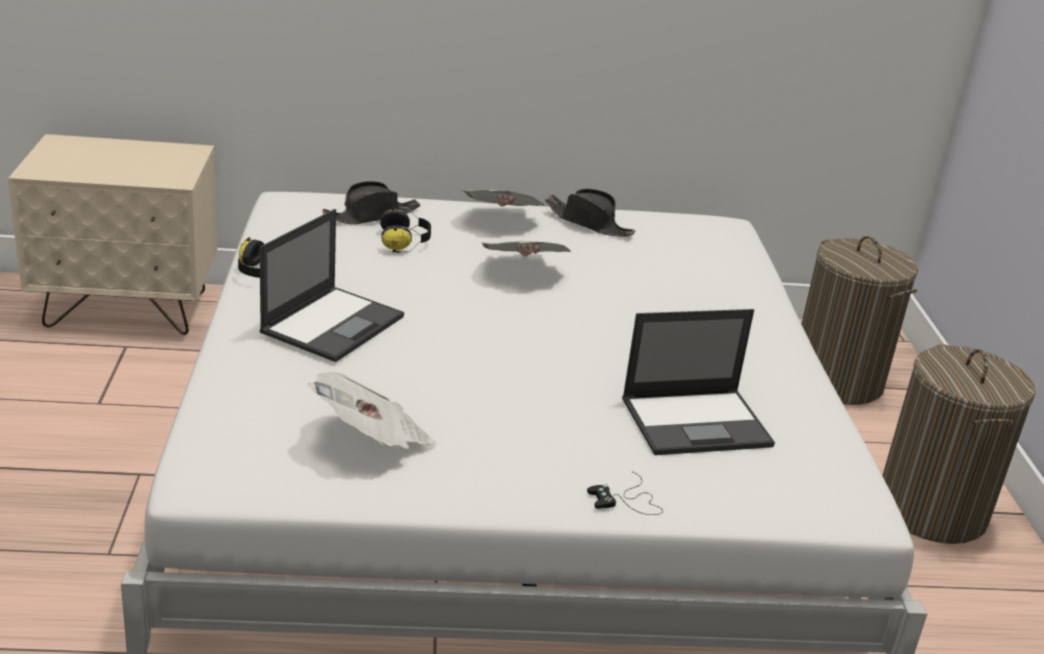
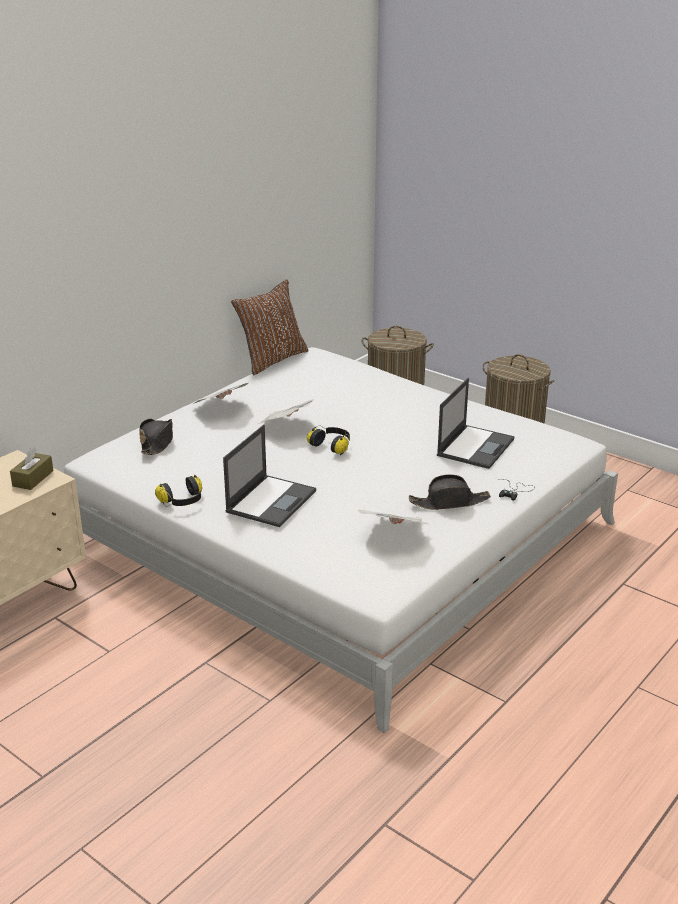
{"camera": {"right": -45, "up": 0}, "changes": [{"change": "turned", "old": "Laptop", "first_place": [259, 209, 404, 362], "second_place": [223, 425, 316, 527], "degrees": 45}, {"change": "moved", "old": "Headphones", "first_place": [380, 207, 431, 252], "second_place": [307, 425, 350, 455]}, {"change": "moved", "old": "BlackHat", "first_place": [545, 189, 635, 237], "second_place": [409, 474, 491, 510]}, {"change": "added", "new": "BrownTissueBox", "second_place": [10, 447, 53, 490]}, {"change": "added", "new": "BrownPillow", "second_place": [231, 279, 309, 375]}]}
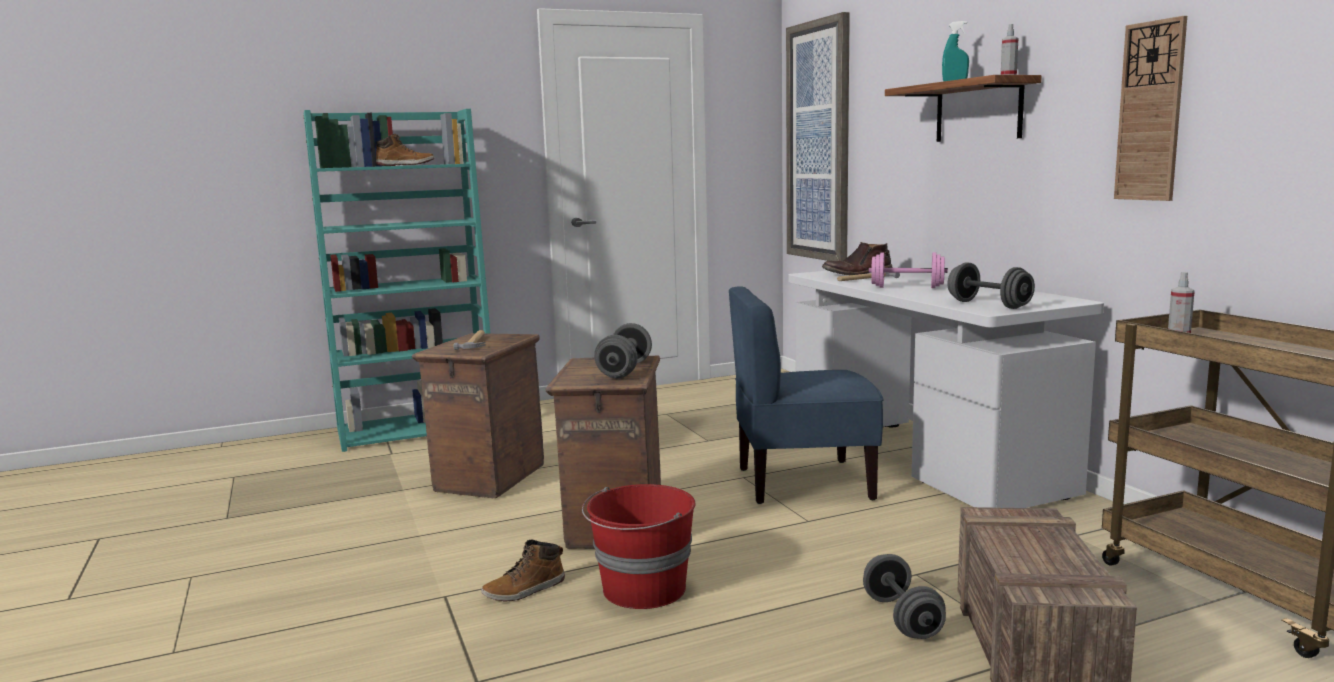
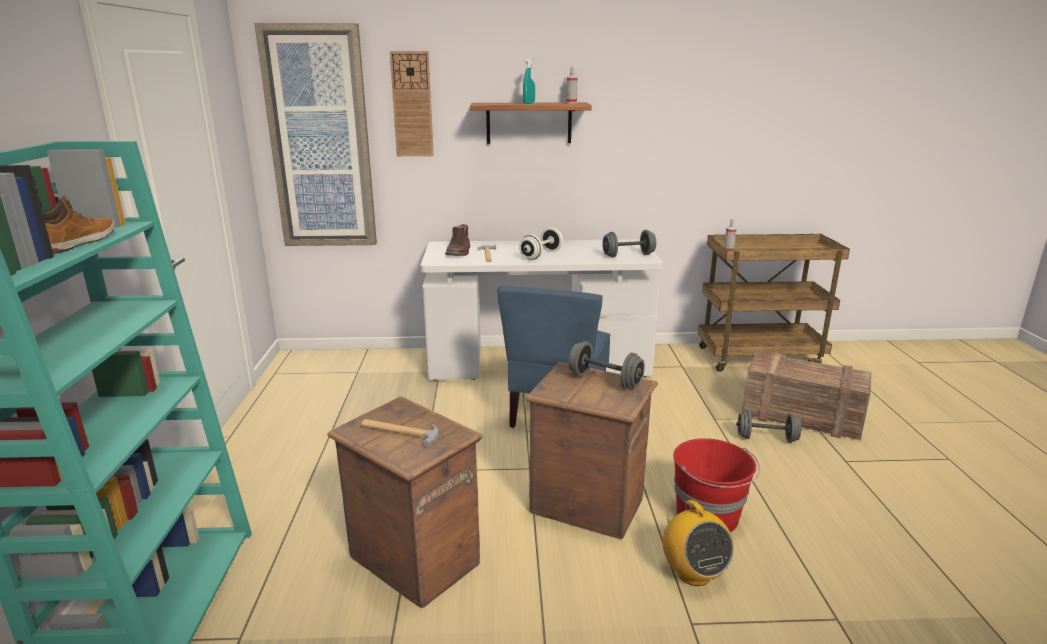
{"camera": {"right": -70, "up": 10}, "changes": [{"change": "replaced", "old": "Boot", "new": "Radio", "first_place": [481, 539, 565, 602], "second_place": [663, 500, 734, 586]}, {"change": "recoloured", "old": "PinkDumbbell", "new": "WhiteDumbbell", "first_place": [869, 253, 948, 288], "second_place": [519, 227, 563, 260]}, {"change": "moved", "old": "WallClock", "first_place": [1114, 16, 1187, 201], "second_place": [390, 51, 434, 156]}]}
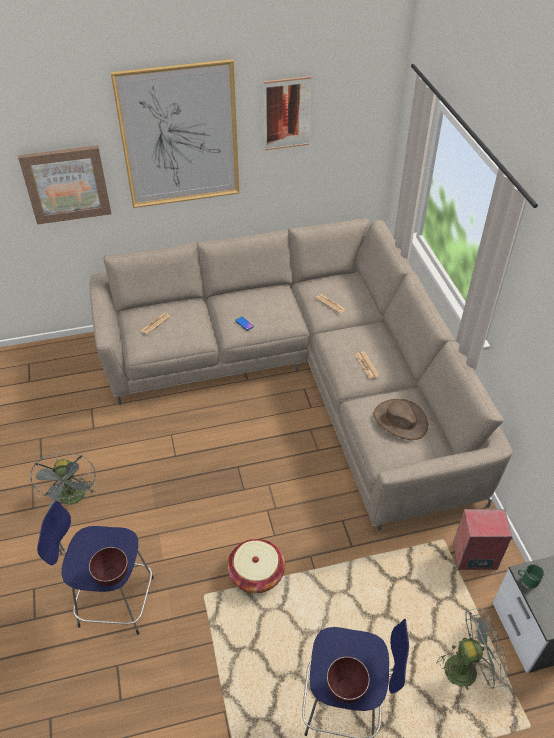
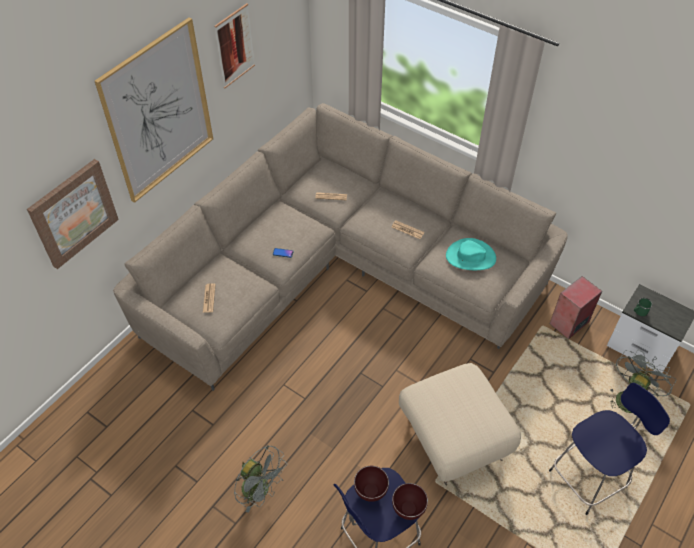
{"camera": {"right": -40, "up": 5}, "changes": [{"change": "replaced", "old": "Basket", "new": "BeigeOttoman", "first_place": [227, 539, 285, 593], "second_place": [399, 363, 521, 486]}, {"change": "moved", "old": "BrownBowl", "first_place": [327, 656, 370, 703], "second_place": [354, 466, 389, 502]}, {"change": "recoloured", "old": "BrownHat", "new": "TurquoiseHat", "first_place": [374, 399, 428, 440], "second_place": [446, 238, 496, 270]}]}
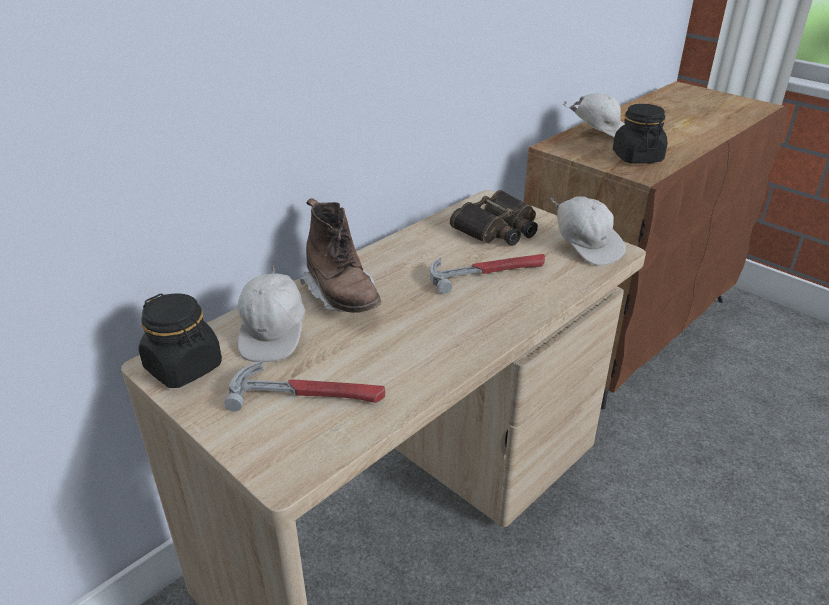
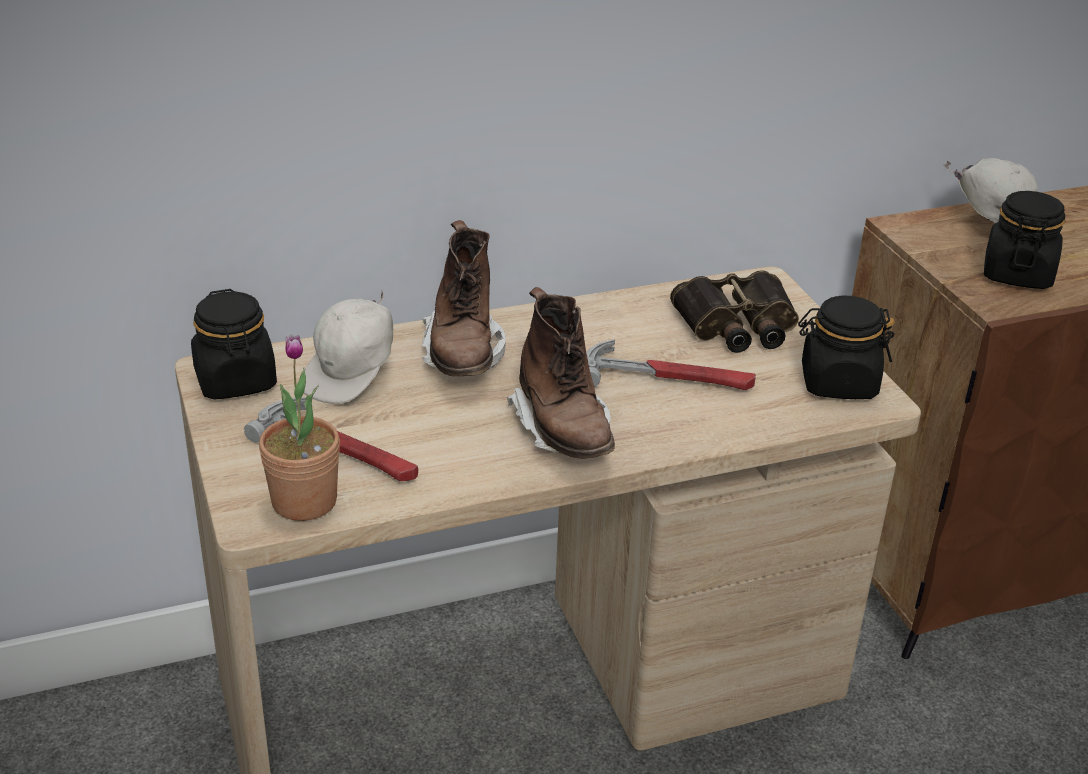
{"camera": {"right": 25, "up": 0}, "changes": [{"change": "replaced", "old": "WhiteCap", "new": "BlackJar", "first_place": [550, 195, 626, 266], "second_place": [798, 295, 895, 399]}, {"change": "added", "new": "PottedPlant", "second_place": [259, 335, 340, 521]}, {"change": "added", "new": "BrownBoot", "second_place": [507, 287, 615, 459]}]}
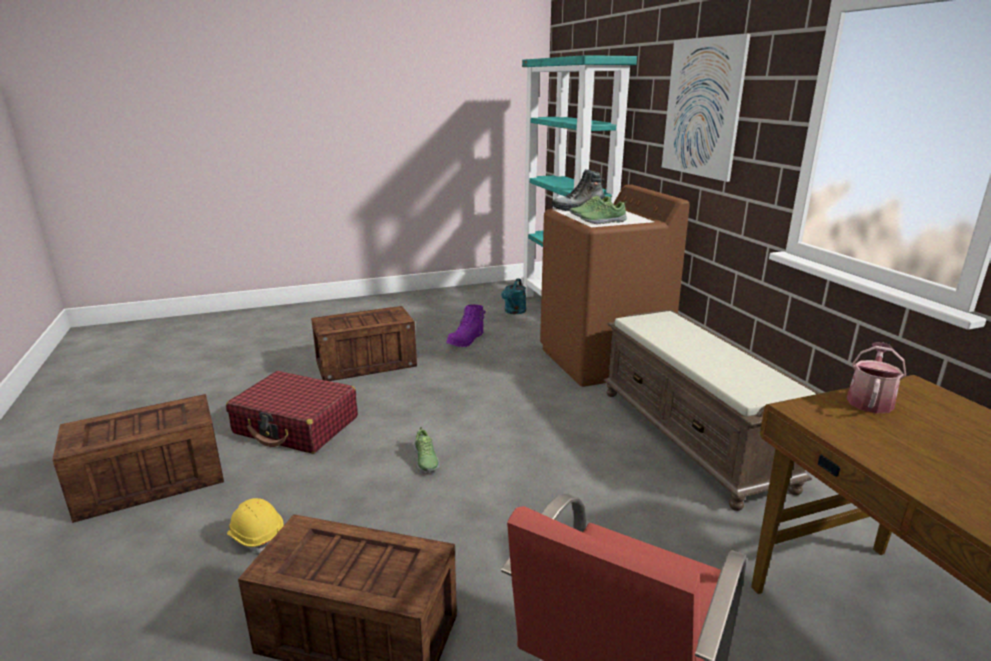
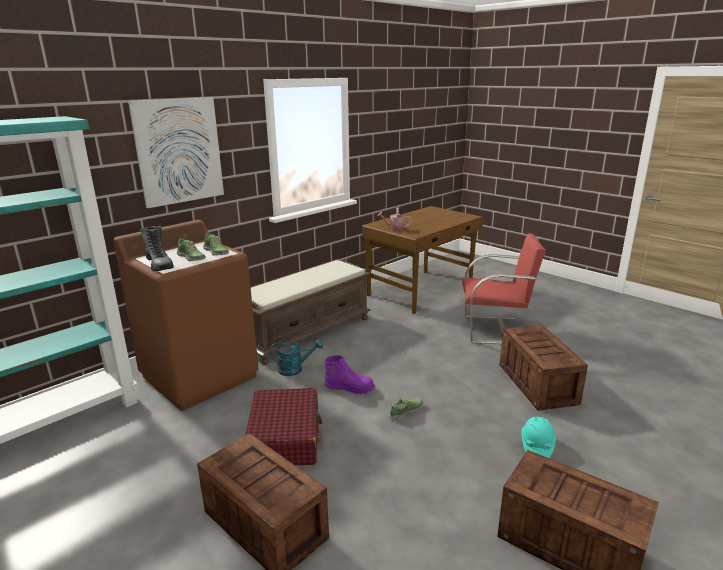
{"camera": {"right": -115, "up": 0}, "changes": [{"change": "moved", "old": "RedSuitcase", "first_place": [226, 371, 358, 454], "second_place": [245, 388, 322, 465]}, {"change": "recoloured", "old": "YellowHardHat", "new": "TurquoiseHardHat", "first_place": [227, 498, 284, 553], "second_place": [521, 417, 556, 458]}, {"change": "moved", "old": "PurpleBoot", "first_place": [446, 304, 486, 347], "second_place": [324, 355, 375, 395]}, {"change": "moved", "old": "TurquoiseWateringCan", "first_place": [501, 278, 526, 314], "second_place": [270, 339, 323, 376]}]}
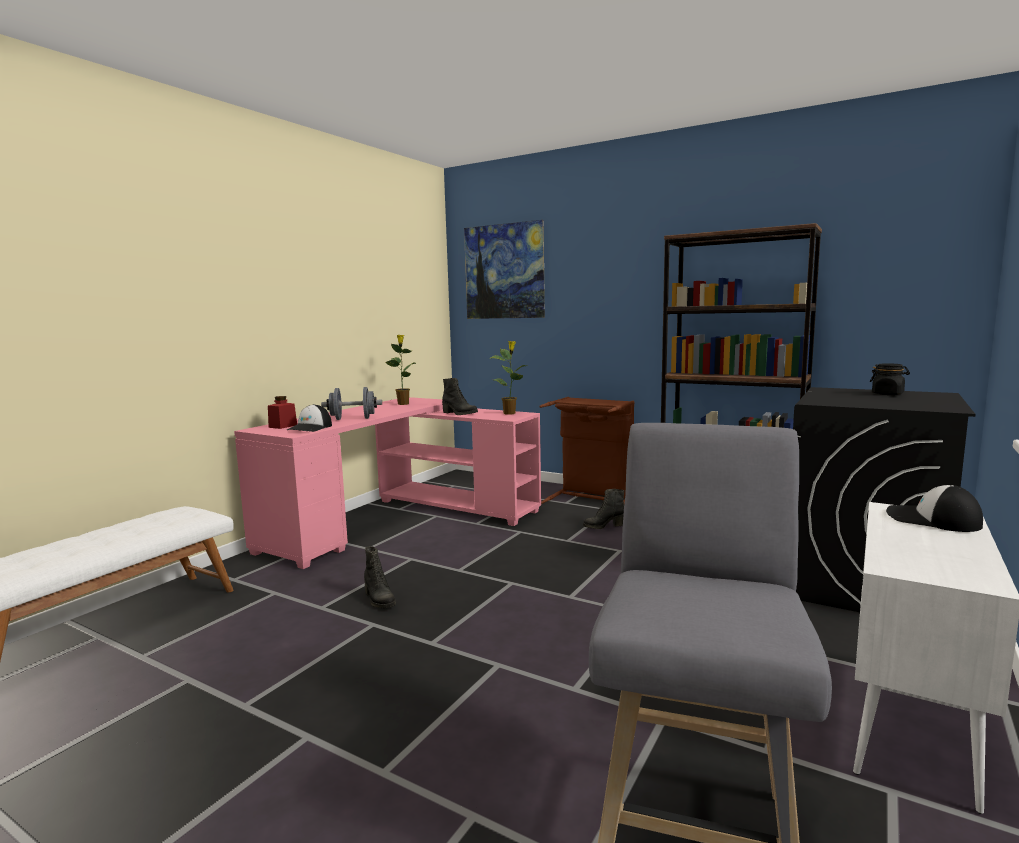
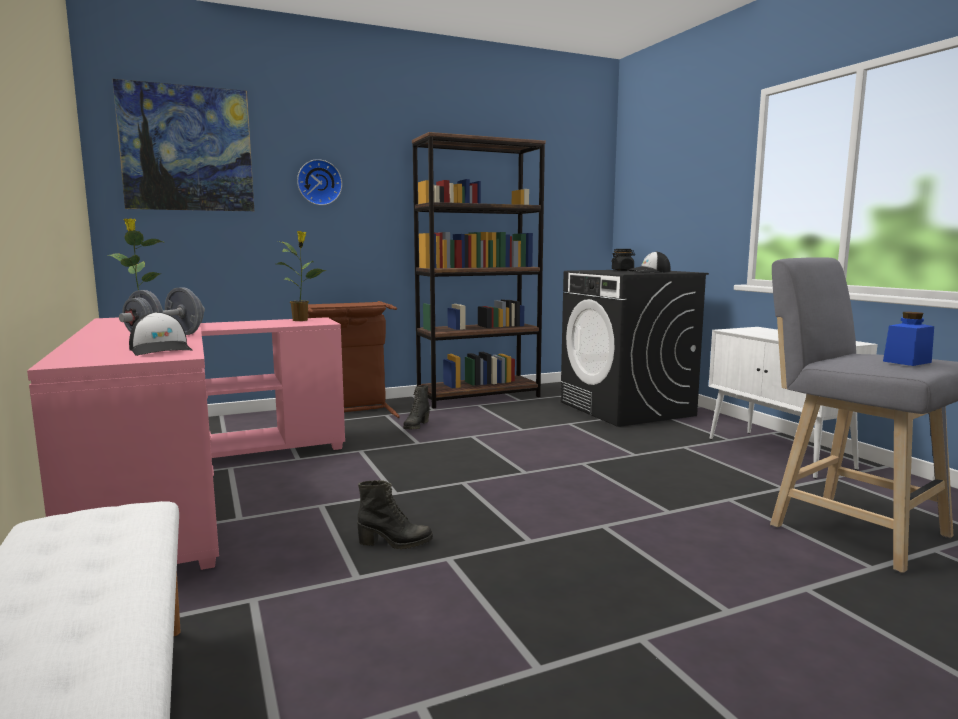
{"camera": {"right": -55, "up": 0}, "changes": [{"change": "removed", "old": "RedJar", "first_place": [268, 396, 297, 429]}, {"change": "removed", "old": "BlackBoot", "first_place": [442, 378, 478, 415]}, {"change": "moved", "old": "Cap", "first_place": [886, 485, 983, 532], "second_place": [628, 251, 671, 273]}, {"change": "added", "new": "WallClock", "second_place": [297, 159, 342, 205]}, {"change": "added", "new": "BlueJar", "second_place": [883, 312, 934, 366]}]}
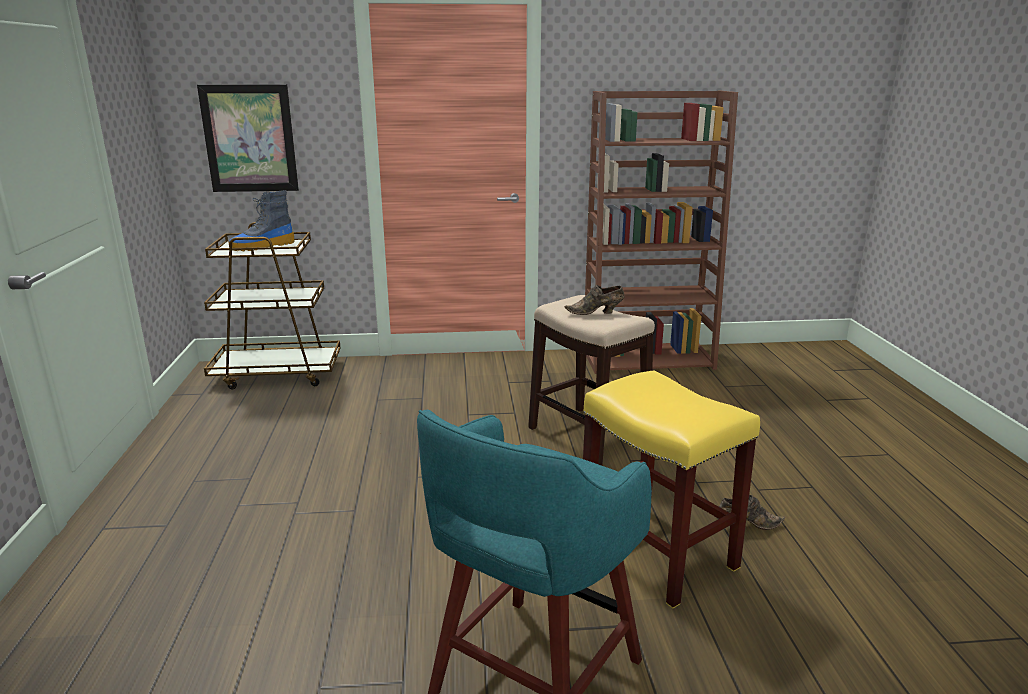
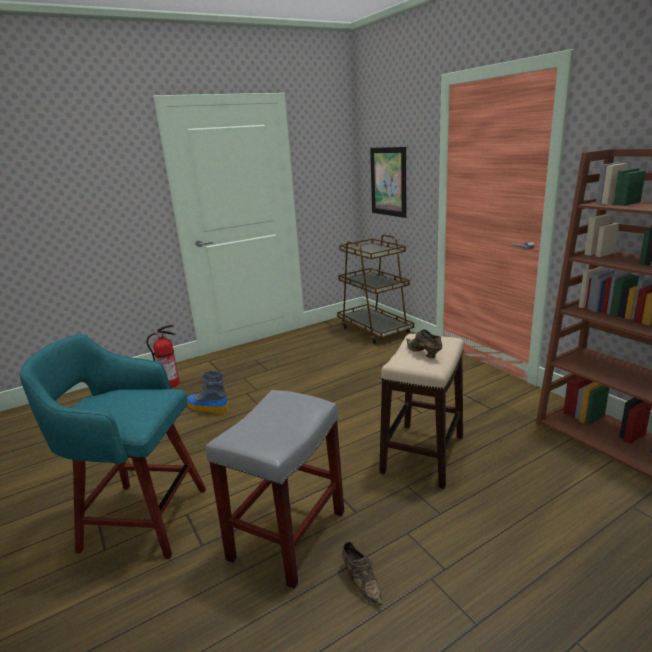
{"camera": {"right": 65, "up": 0}, "changes": [{"change": "moved", "old": "Boot", "first_place": [228, 190, 295, 251], "second_place": [187, 371, 229, 415]}, {"change": "recoloured", "old": "YellowStool", "new": "GreyStool", "first_place": [583, 370, 760, 608], "second_place": [206, 390, 344, 590]}, {"change": "added", "new": "FireExtinguisher", "second_place": [146, 325, 180, 388]}]}
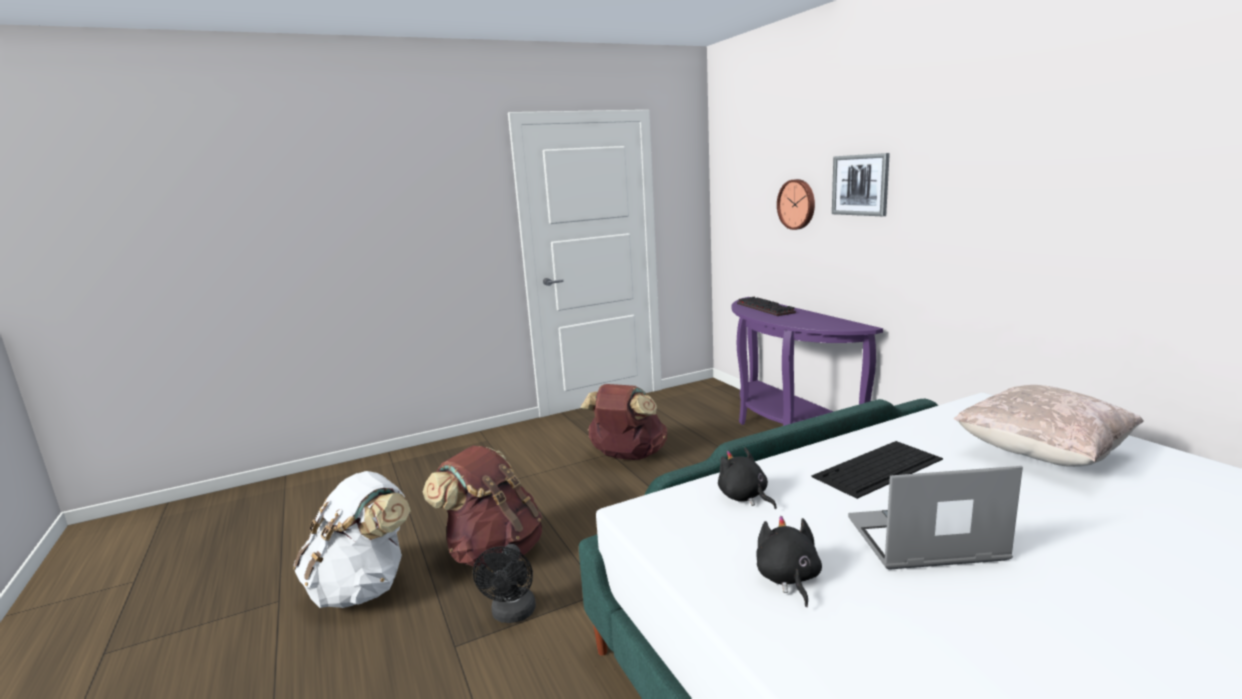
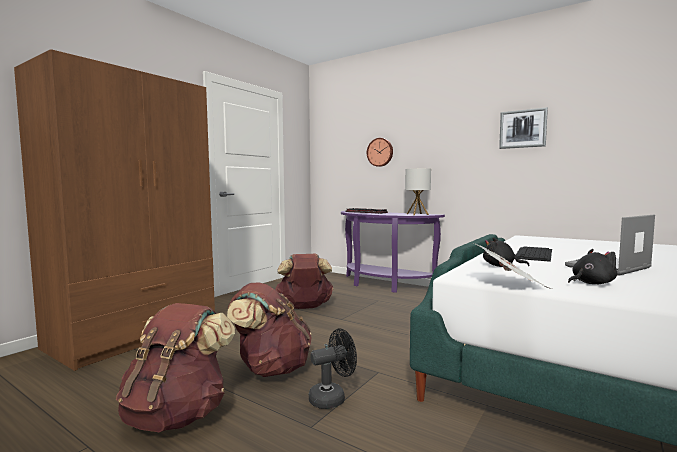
{"camera": {"right": -30, "up": -10}, "changes": [{"change": "recoloured", "old": "WhiteBackpack", "new": "BrownBackpack", "first_place": [294, 471, 411, 608], "second_place": [116, 303, 235, 432]}, {"change": "turned", "old": "BlackFan", "first_place": [473, 544, 536, 623], "second_place": [309, 328, 357, 409], "degrees": -90}, {"change": "turned", "old": "BlackPlushToy", "first_place": [756, 516, 822, 607], "second_place": [568, 249, 617, 284], "degrees": 105}, {"change": "moved", "old": "Picture", "first_place": [832, 153, 890, 216], "second_place": [499, 107, 548, 149]}, {"change": "removed", "old": "BeigePillow", "first_place": [954, 385, 1143, 467]}, {"change": "added", "new": "BrownWardrobe", "second_place": [14, 49, 215, 371]}, {"change": "added", "new": "TableLamp", "second_place": [405, 168, 431, 215]}, {"change": "added", "new": "Newspaper", "second_place": [476, 244, 552, 289]}]}
